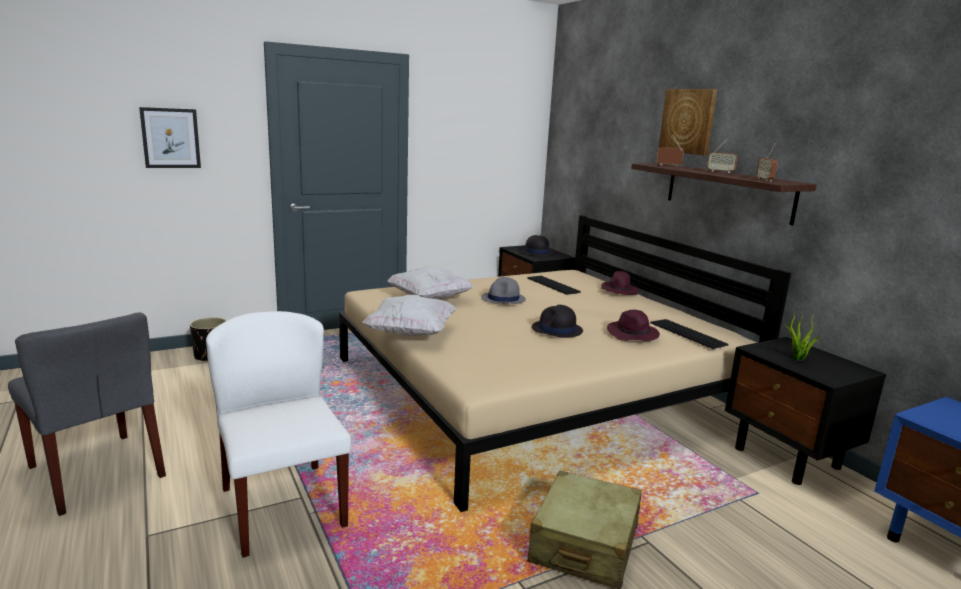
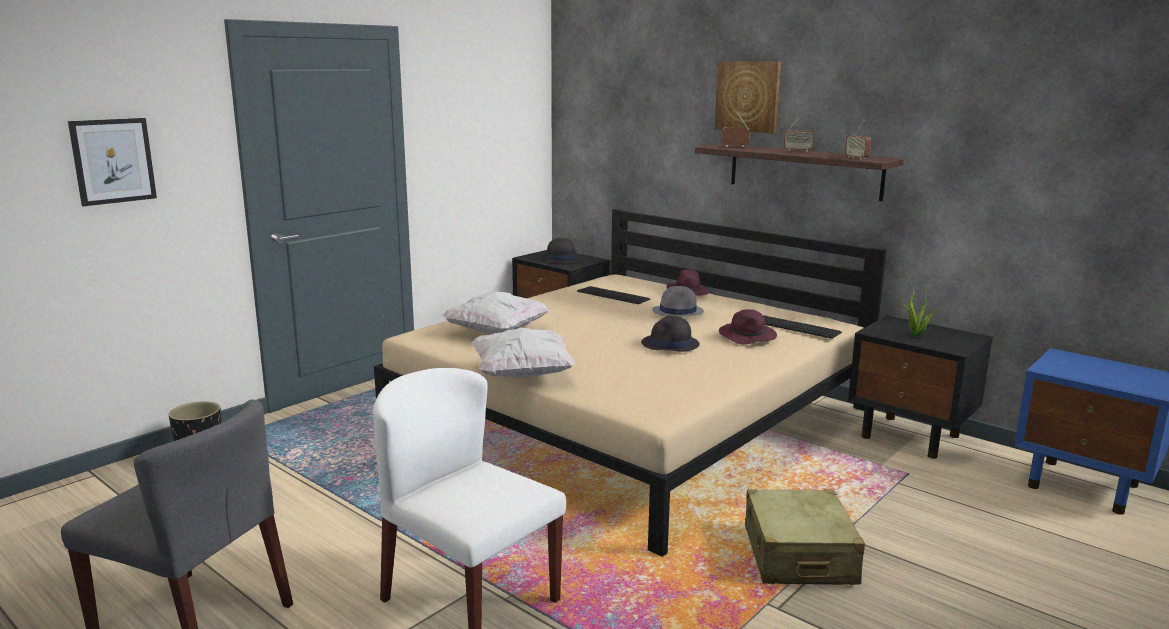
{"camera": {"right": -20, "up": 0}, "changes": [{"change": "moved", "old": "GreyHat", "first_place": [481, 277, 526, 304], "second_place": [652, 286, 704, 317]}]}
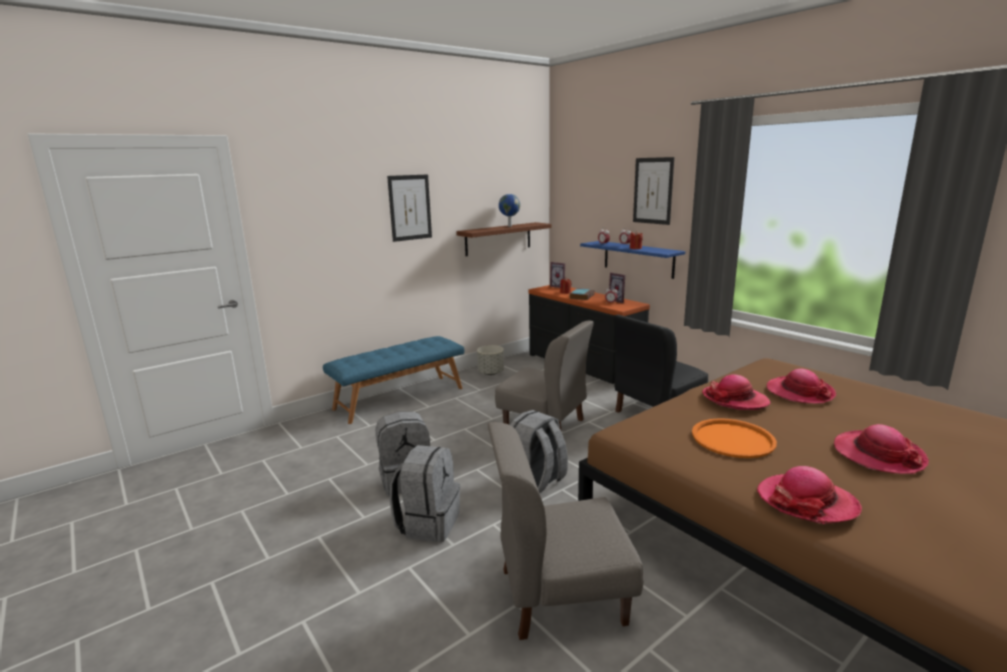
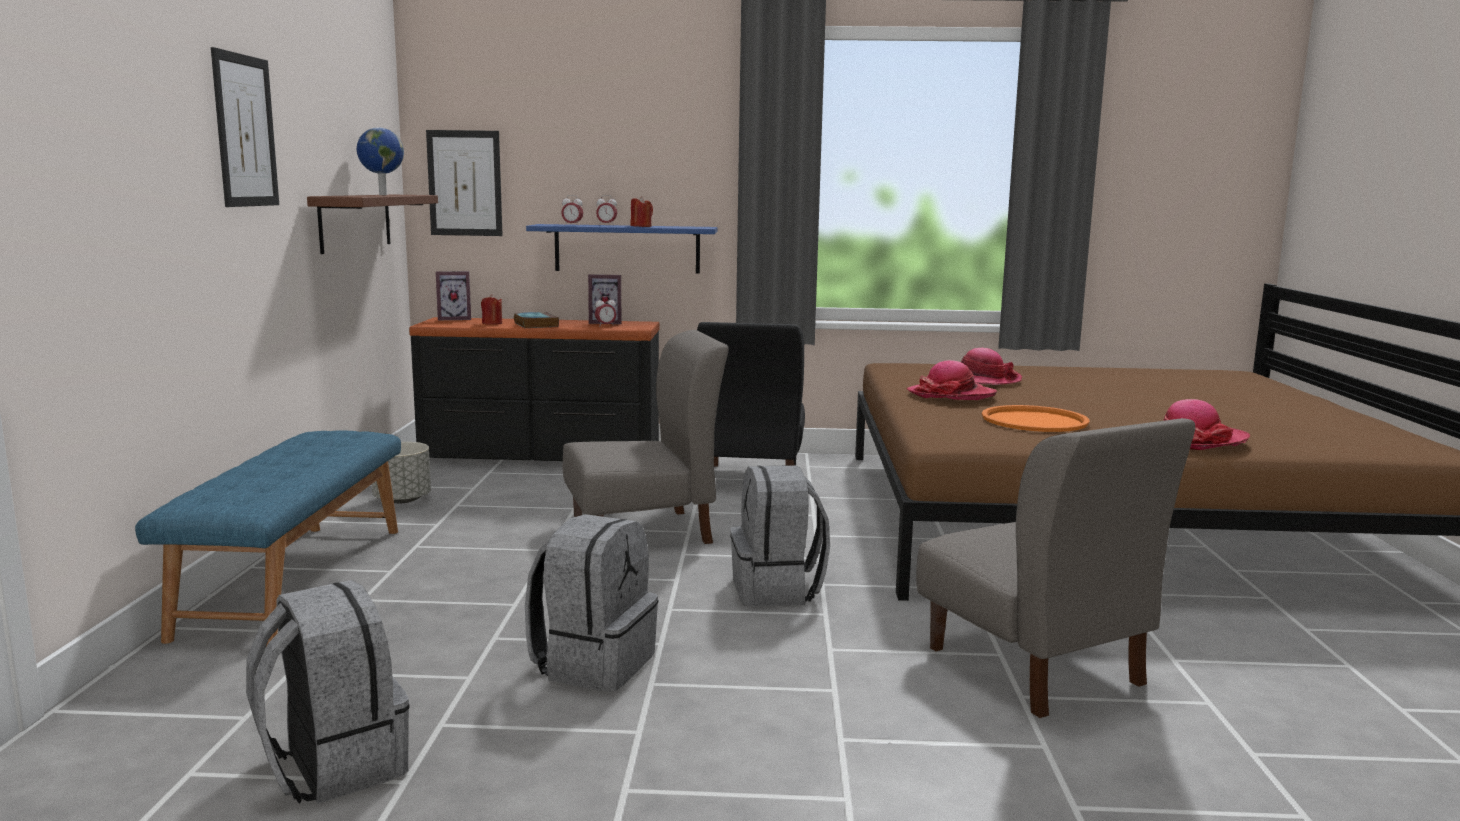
{"camera": {"right": -50, "up": -5}, "changes": [{"change": "moved", "old": "GreyBackpack", "first_place": [390, 445, 460, 542], "second_place": [246, 580, 410, 804]}, {"change": "turned", "old": "GreyChair", "first_place": [488, 422, 643, 640], "second_place": [916, 418, 1195, 718], "degrees": -60}, {"change": "moved", "old": "Picture", "first_place": [633, 157, 674, 225], "second_place": [426, 130, 503, 236]}, {"change": "removed", "old": "Hat", "first_place": [834, 424, 929, 474]}]}
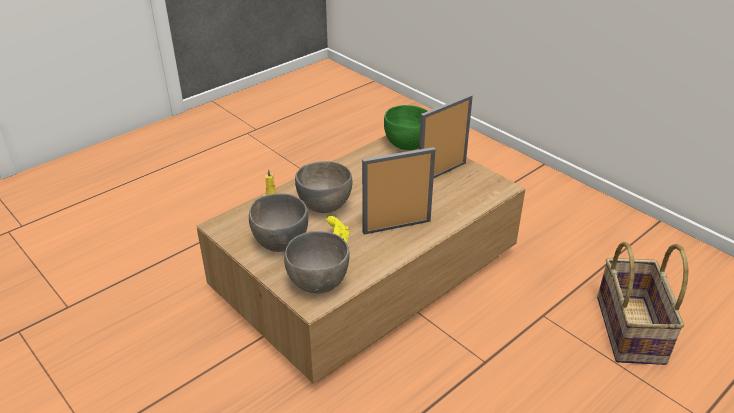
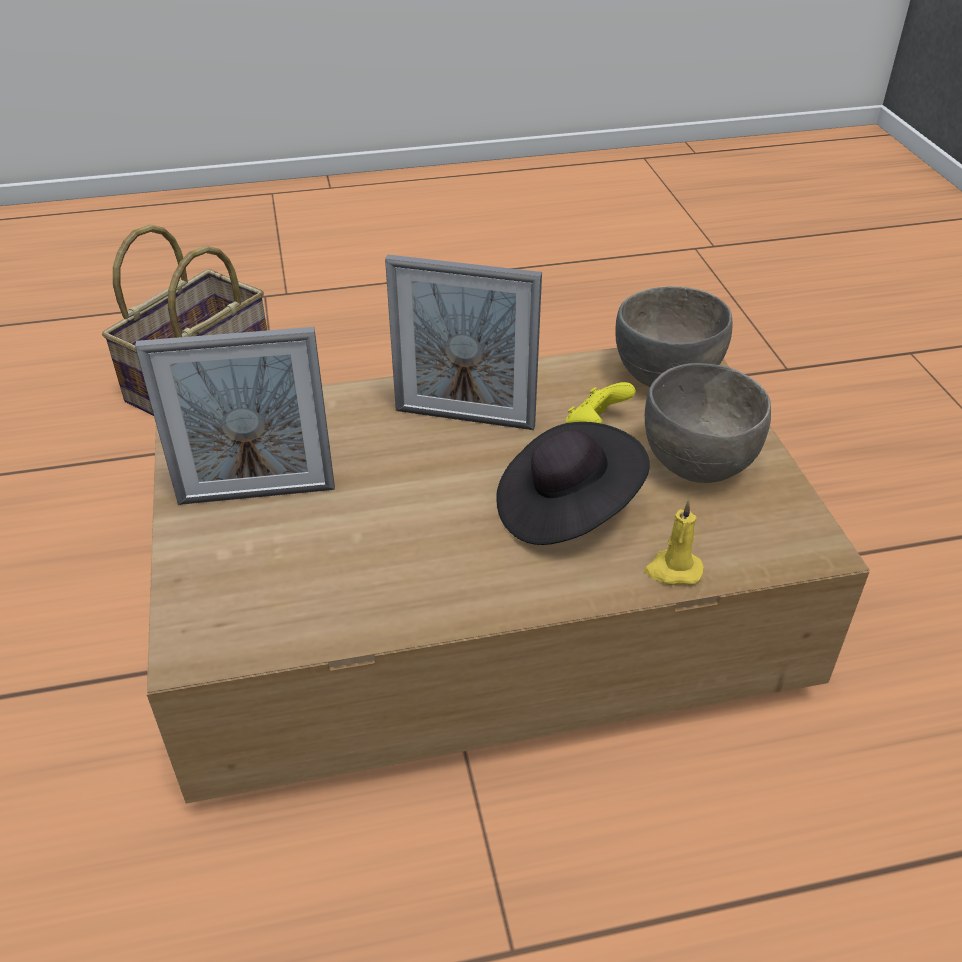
{"camera": {"right": -150, "up": 5}, "changes": [{"change": "replaced", "old": "GreyBowl", "new": "BlackHat", "first_place": [295, 161, 353, 213], "second_place": [496, 422, 650, 545]}, {"change": "removed", "old": "GreenBowl", "first_place": [384, 105, 428, 150]}]}
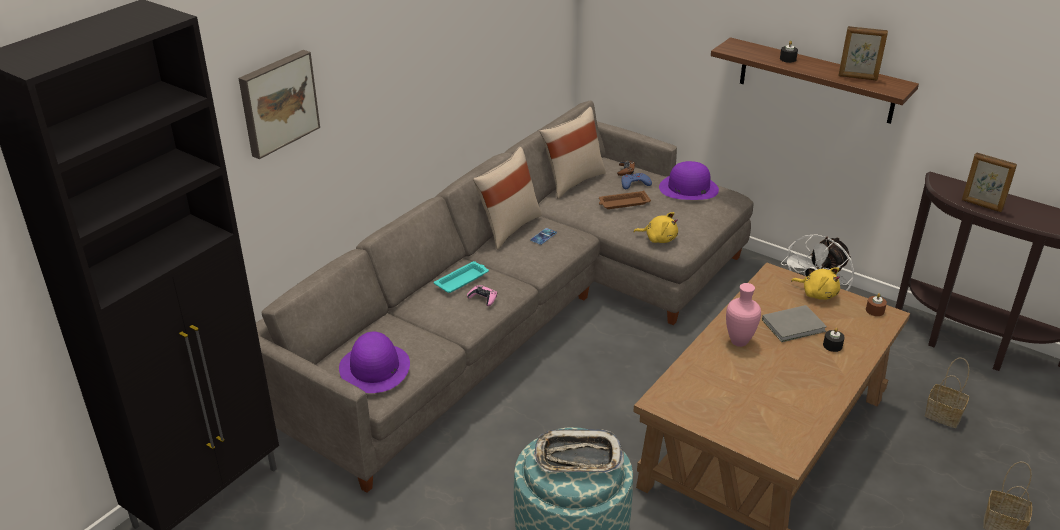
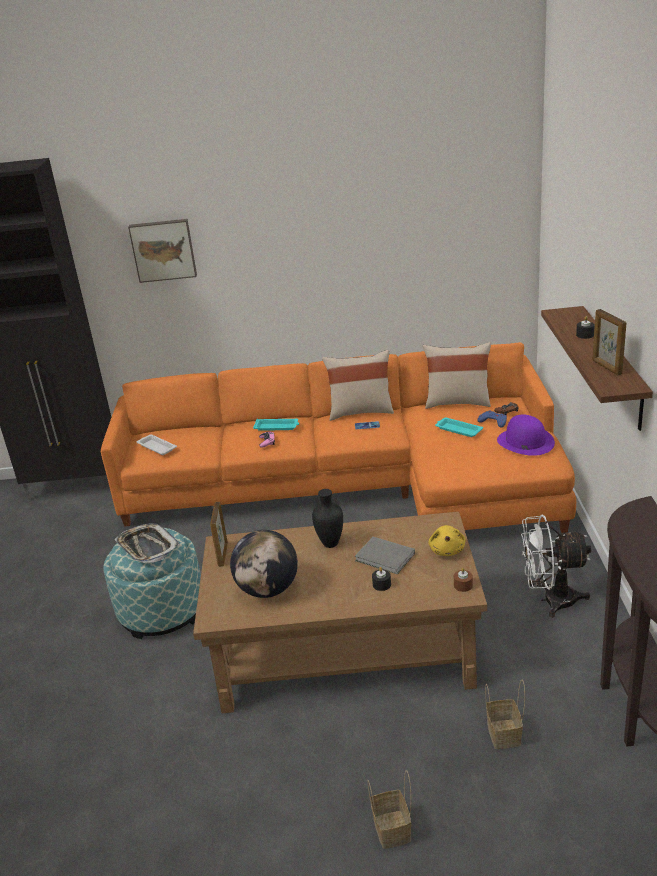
{"camera": {"right": 55, "up": -5}, "changes": [{"change": "recoloured", "old": "GreySofa", "new": "OrangeSofa", "first_place": [256, 101, 753, 493], "second_place": [101, 342, 576, 533]}, {"change": "replaced", "old": "PurpleHat", "new": "WhiteTray", "first_place": [339, 332, 410, 393], "second_place": [137, 434, 177, 455]}, {"change": "recoloured", "old": "BrownTray", "new": "TurquoiseTray", "first_place": [599, 190, 651, 209], "second_place": [435, 417, 483, 437]}, {"change": "removed", "old": "YellowPlushToy", "first_place": [634, 212, 678, 243]}, {"change": "recoloured", "old": "PinkVase", "new": "BlackVase", "first_place": [726, 283, 761, 347], "second_place": [312, 489, 343, 548]}, {"change": "moved", "old": "PictureFrame", "first_place": [962, 152, 1017, 212], "second_place": [210, 502, 228, 567]}, {"change": "added", "new": "Globe", "second_place": [230, 530, 298, 598]}]}
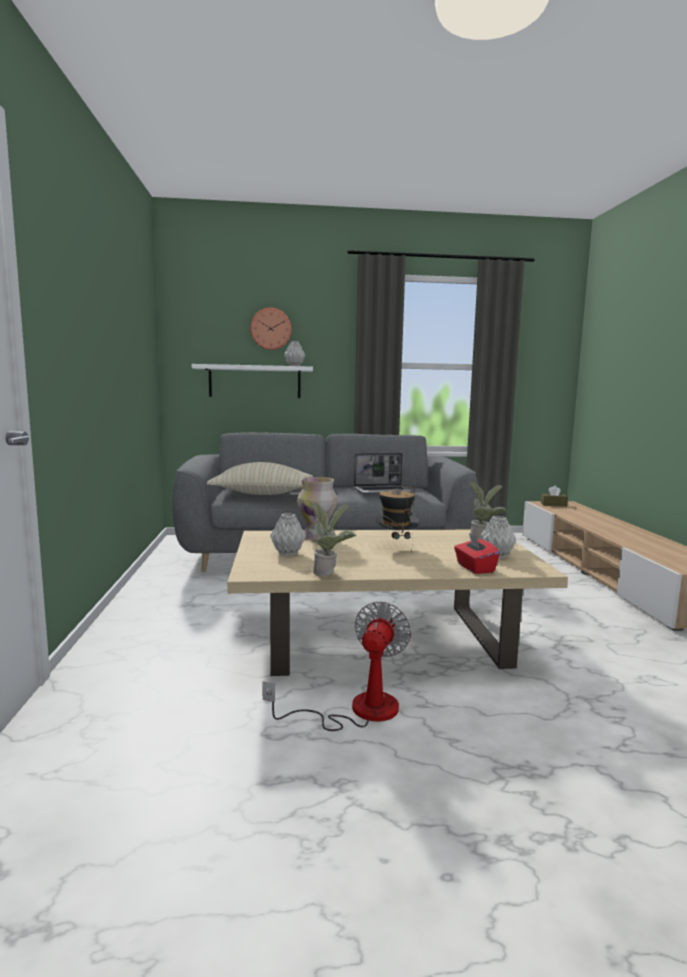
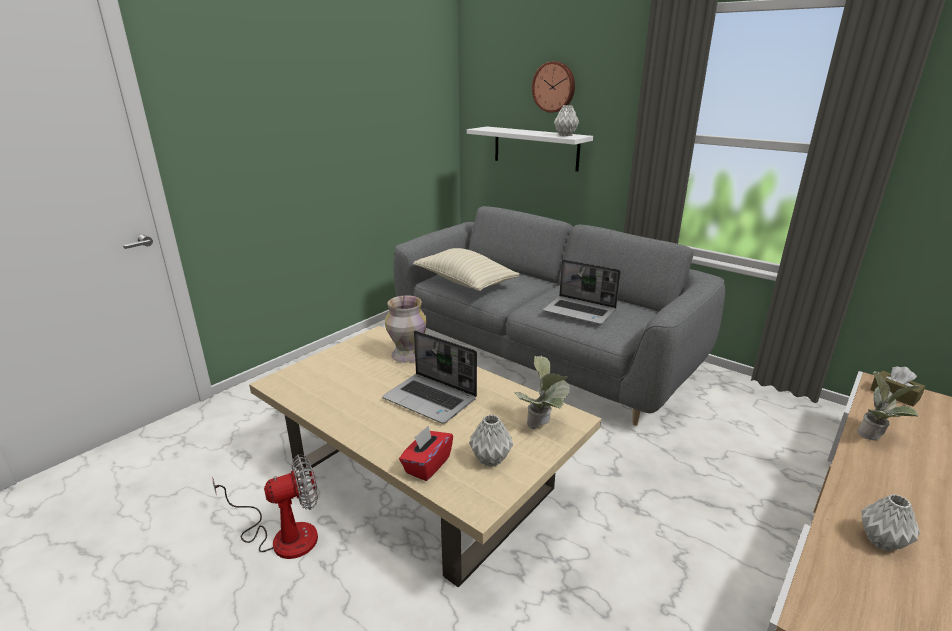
{"camera": {"right": 45, "up": 15}, "changes": [{"change": "moved", "old": "GreyVase", "first_place": [270, 513, 306, 556], "second_place": [861, 494, 920, 552]}, {"change": "moved", "old": "PottedPlant", "first_place": [309, 502, 356, 576], "second_place": [857, 371, 920, 440]}, {"change": "replaced", "old": "Hat", "new": "Laptop", "first_place": [373, 486, 420, 554], "second_place": [382, 331, 477, 424]}]}
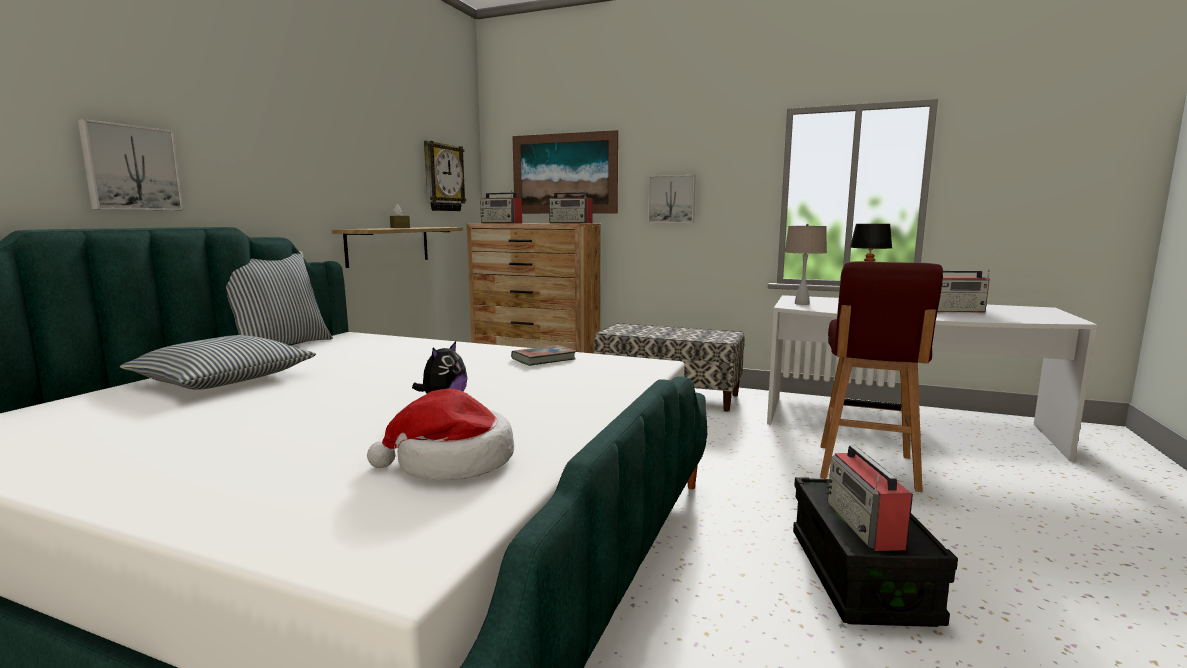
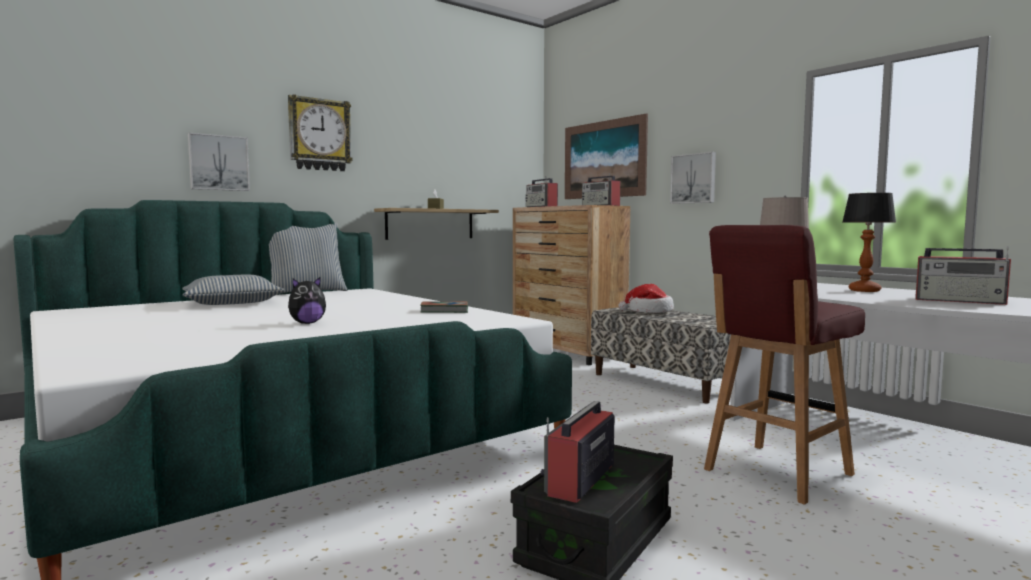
{"camera": {"right": 30, "up": -5}, "changes": [{"change": "moved", "old": "Hat", "first_place": [367, 389, 514, 480], "second_place": [619, 284, 674, 313]}, {"change": "moved", "old": "WallClock", "first_place": [424, 141, 466, 211], "second_place": [288, 94, 353, 171]}]}
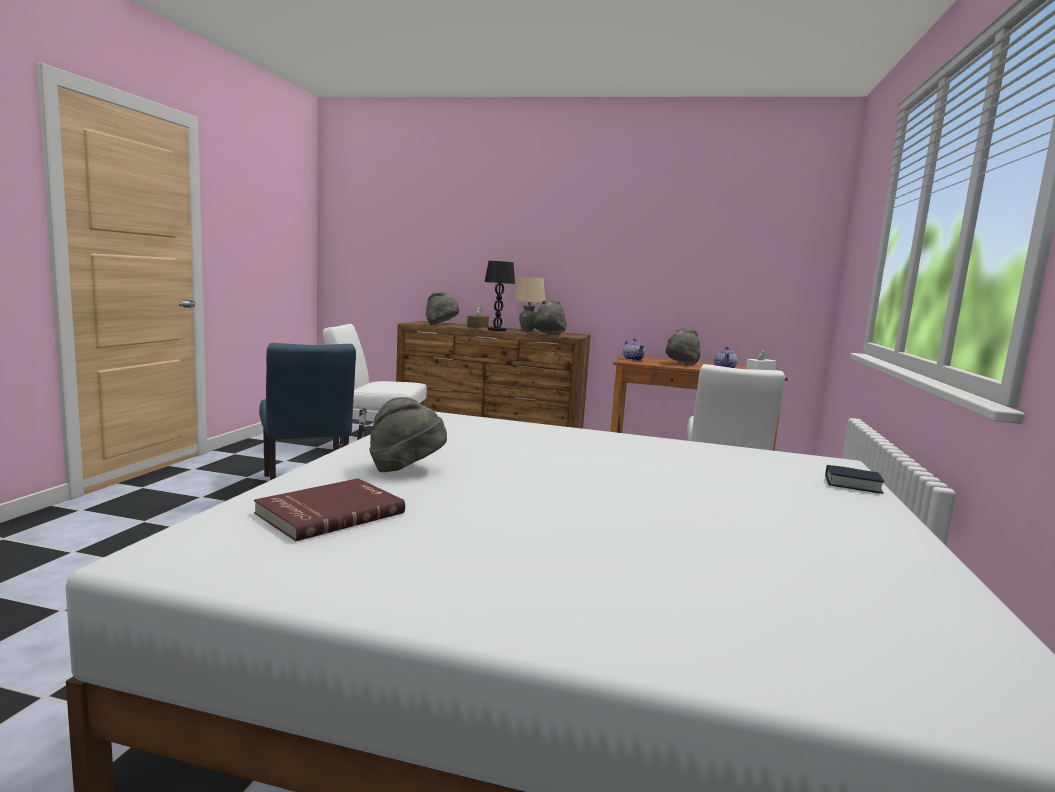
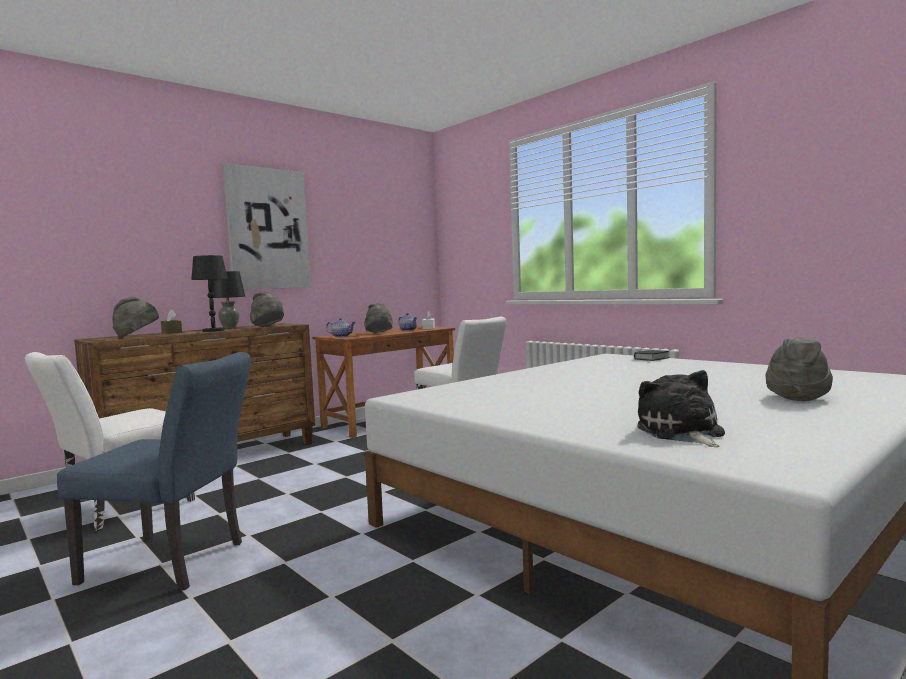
{"camera": {"right": -55, "up": -5}, "changes": [{"change": "replaced", "old": "RedBook", "new": "PlushToy", "first_place": [254, 478, 405, 541], "second_place": [637, 370, 725, 447]}, {"change": "moved", "old": "GreyHat", "first_place": [369, 397, 447, 472], "second_place": [766, 337, 833, 401]}, {"change": "recoloured", "old": "BeigeTableLamp", "new": "BlackTableLamp", "first_place": [514, 277, 545, 331], "second_place": [212, 271, 245, 329]}, {"change": "added", "new": "Picture", "second_place": [223, 163, 311, 290]}]}
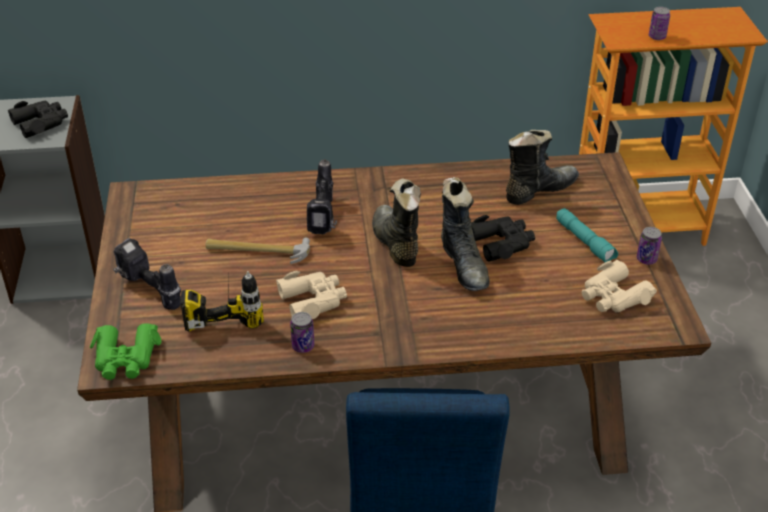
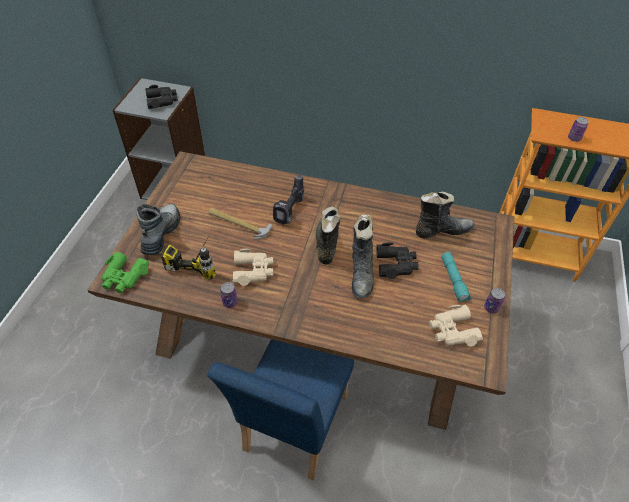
{"camera": {"right": 20, "up": 10}, "changes": [{"change": "replaced", "old": "PowerDrill", "new": "Boot", "first_place": [113, 238, 181, 310], "second_place": [136, 204, 180, 255]}]}
